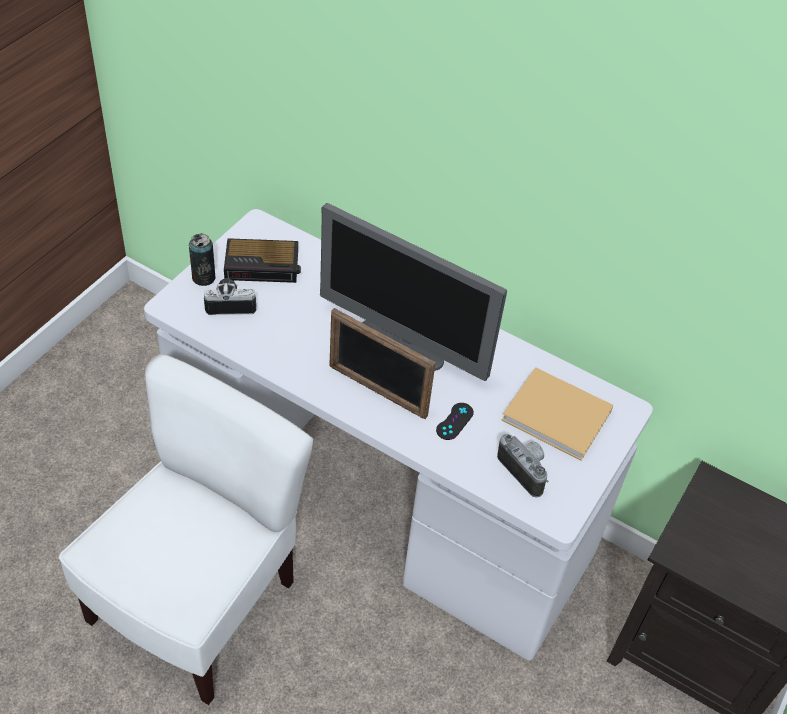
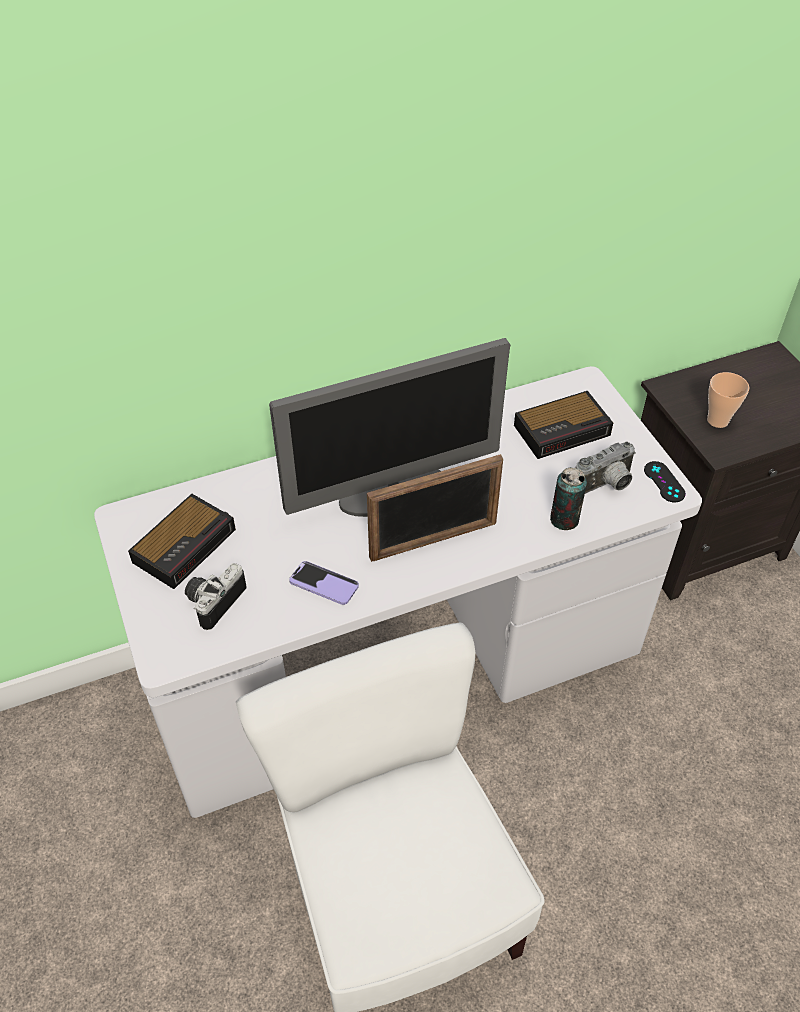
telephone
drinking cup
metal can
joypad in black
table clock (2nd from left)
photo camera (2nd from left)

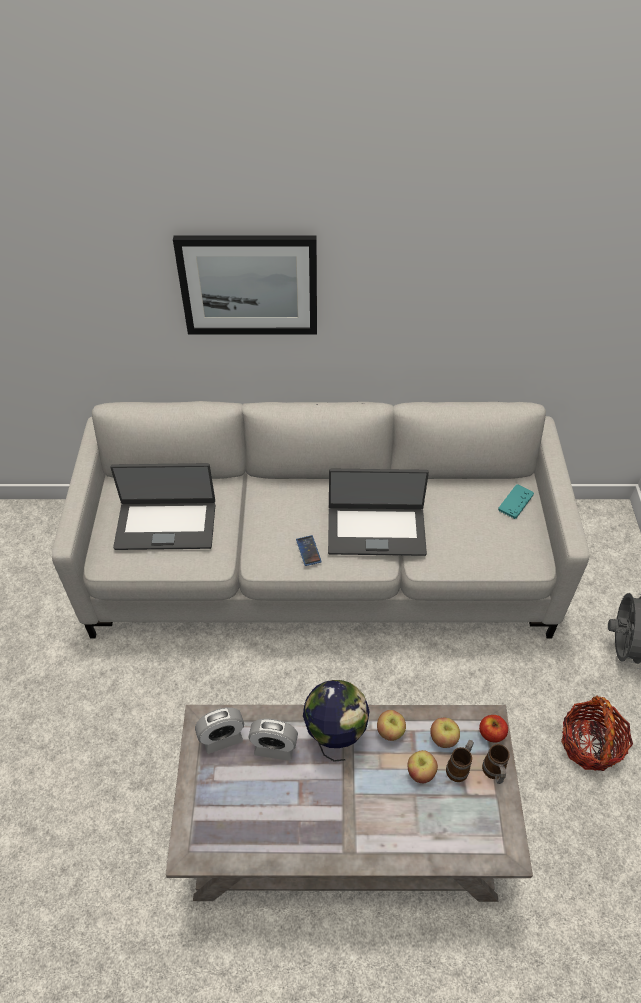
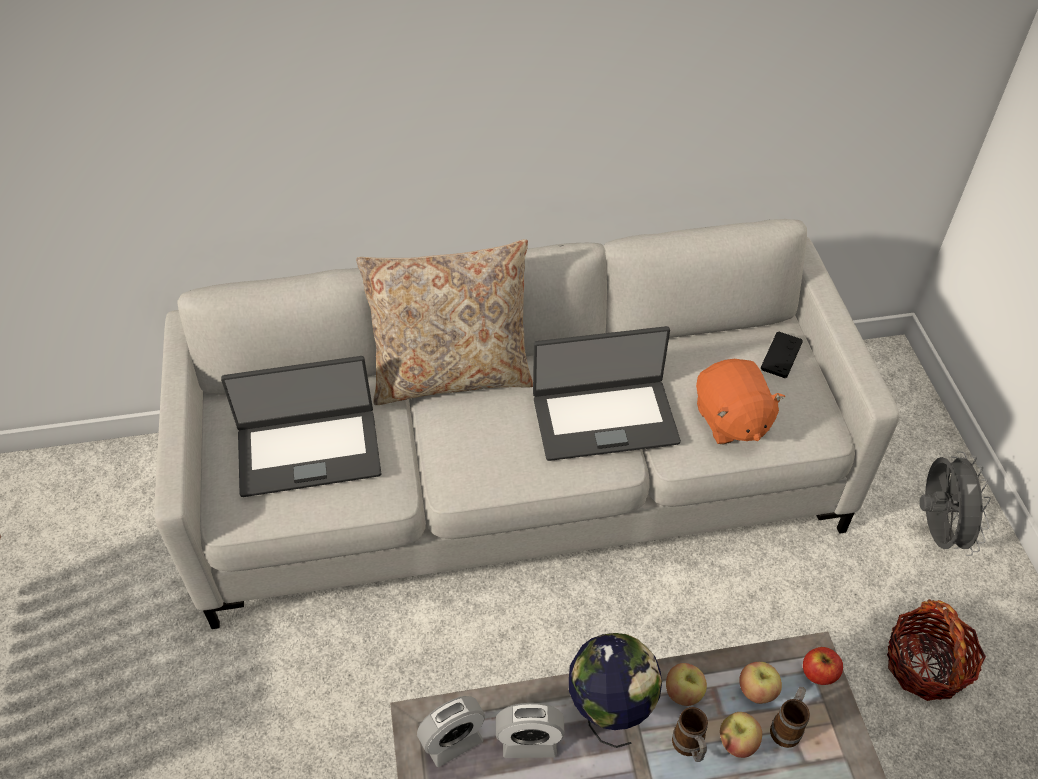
wall art
telephone
cushion in sand-coloured
soft toy in orangey
tea mug (1st from left)
joypad in black

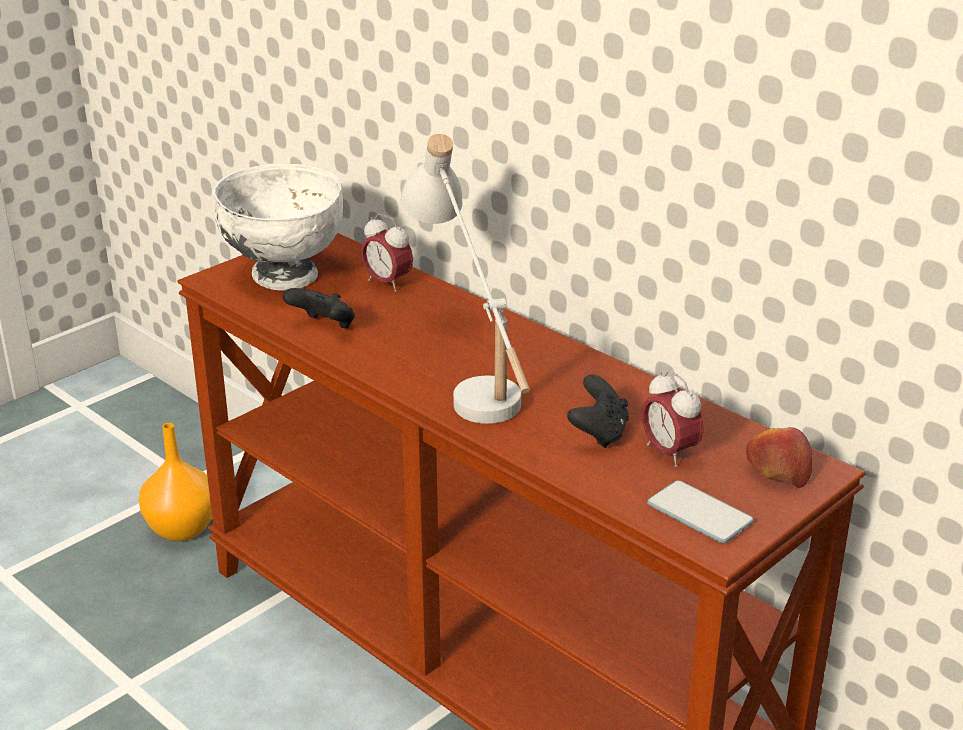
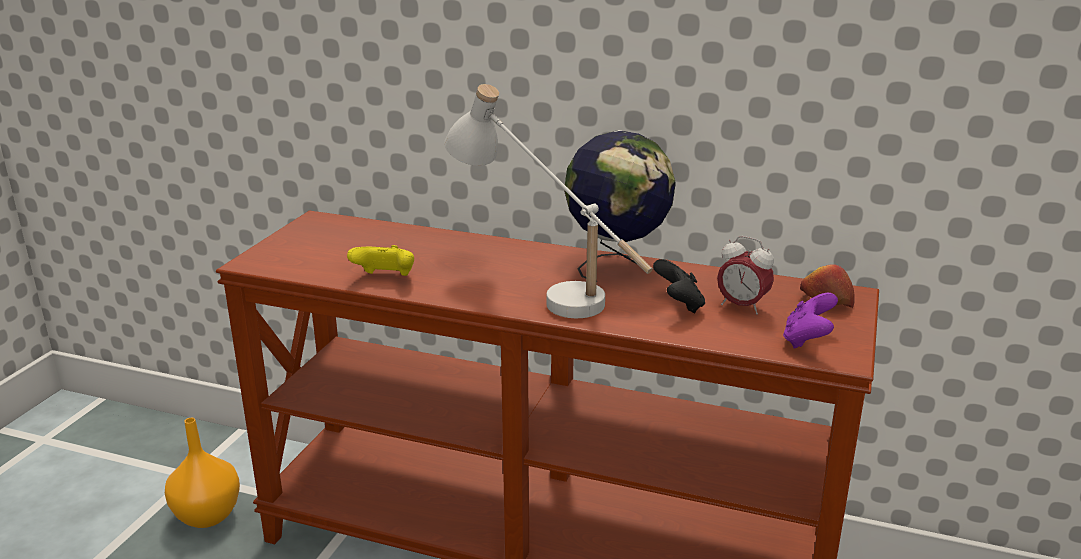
bowl in whitish
table clock (1st from left in the first image)
world globe
joypad in purple
joypad in yellowish

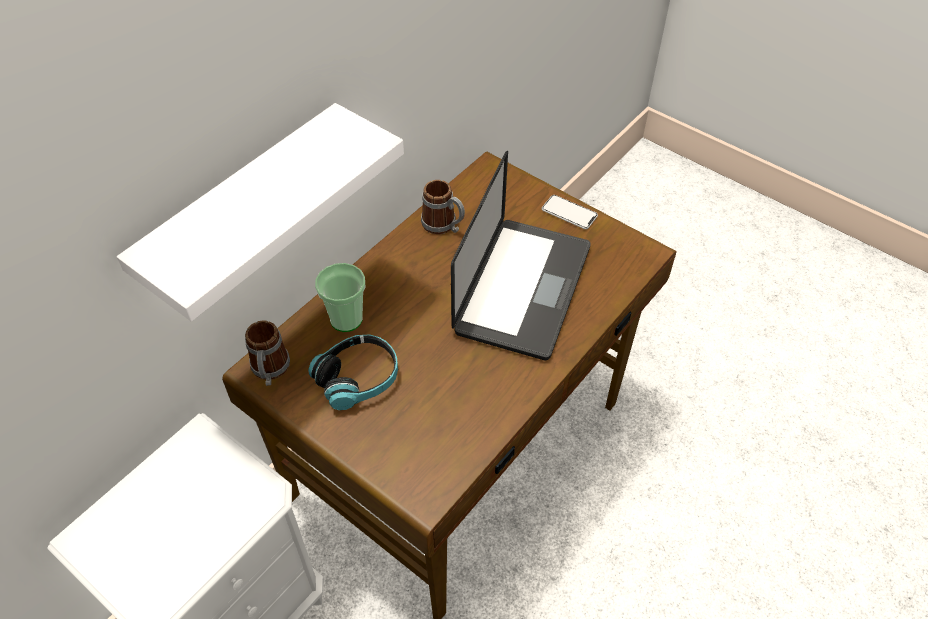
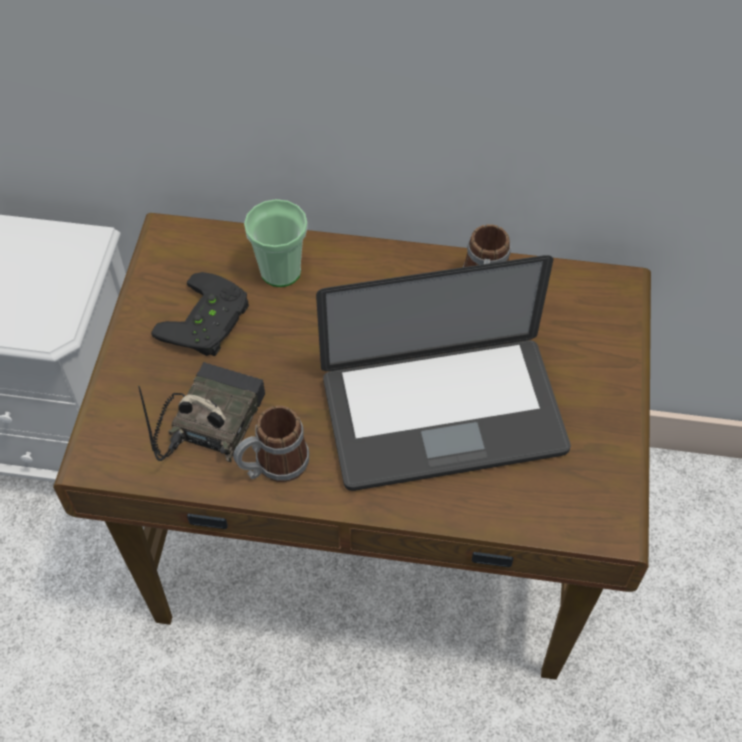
wall shelf in whitish
telephone
radio receiver
tea mug (1st from left)
joypad in black

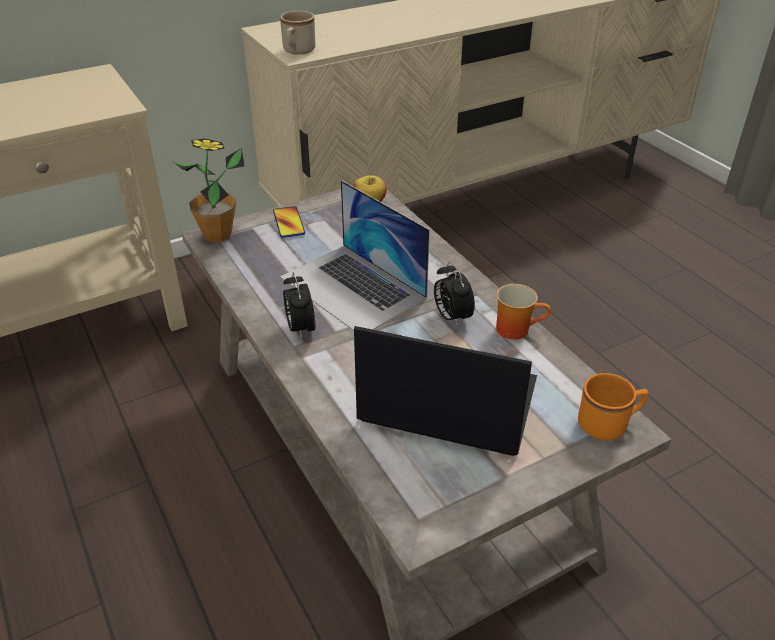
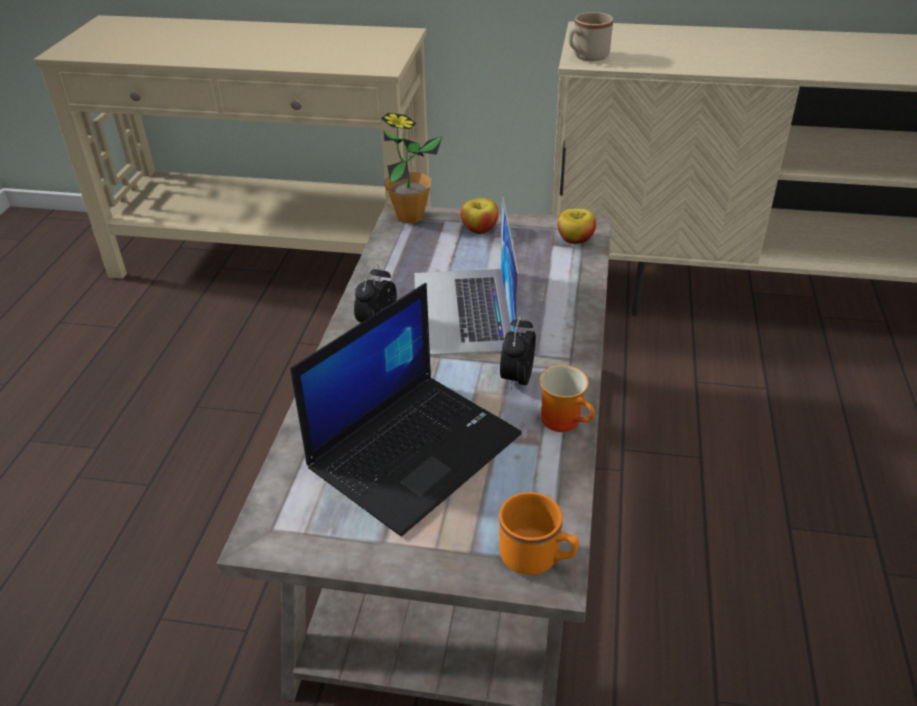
apple (1st from left)
laptop (1st from left)

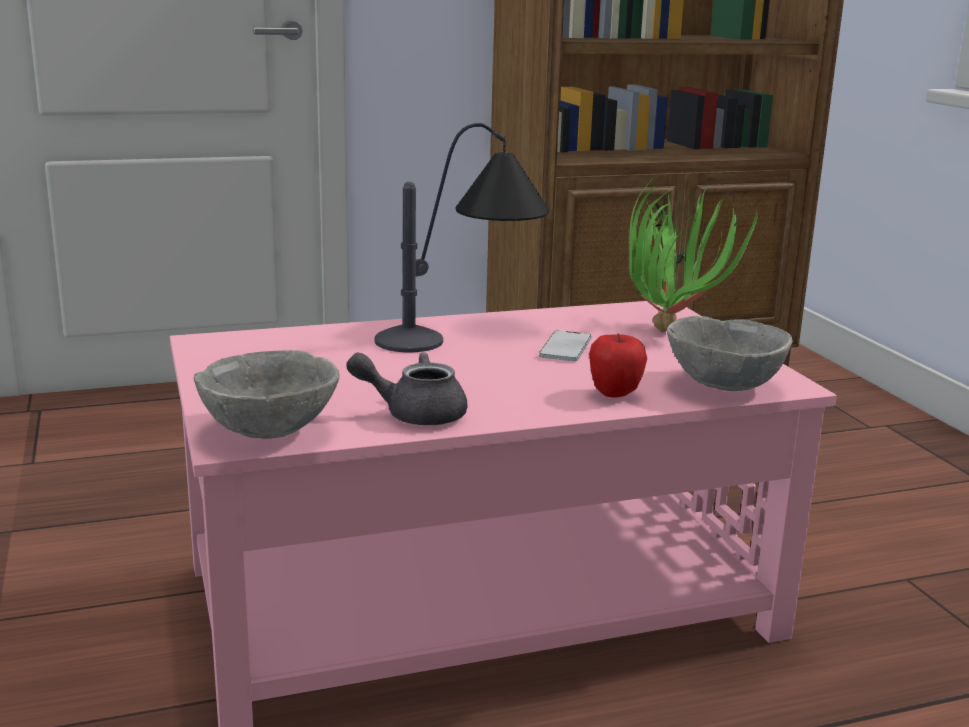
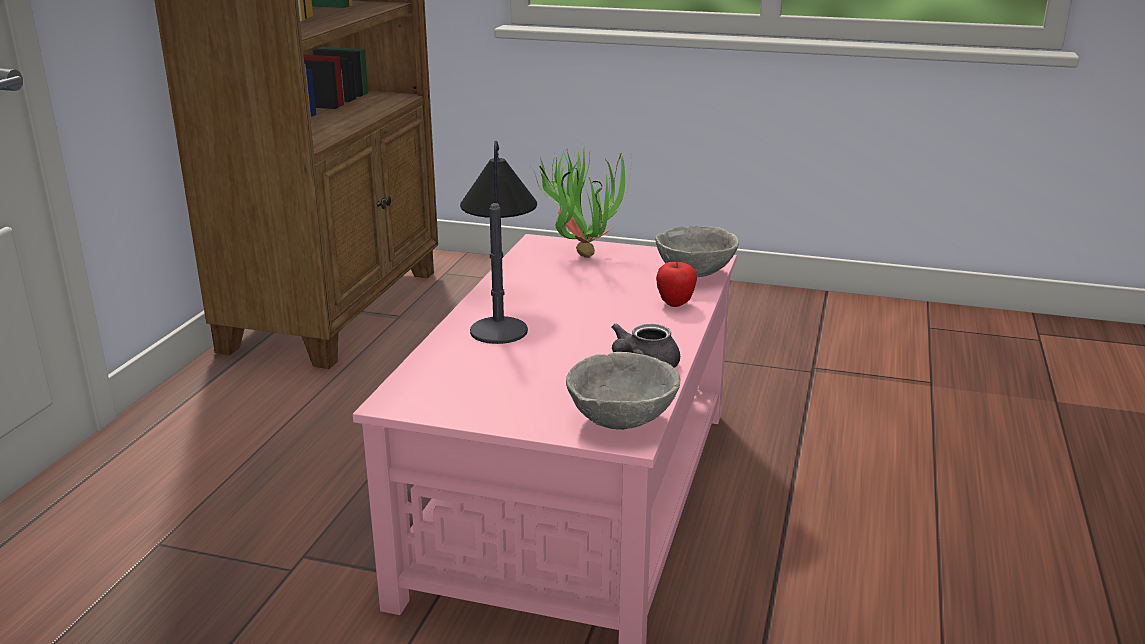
telephone

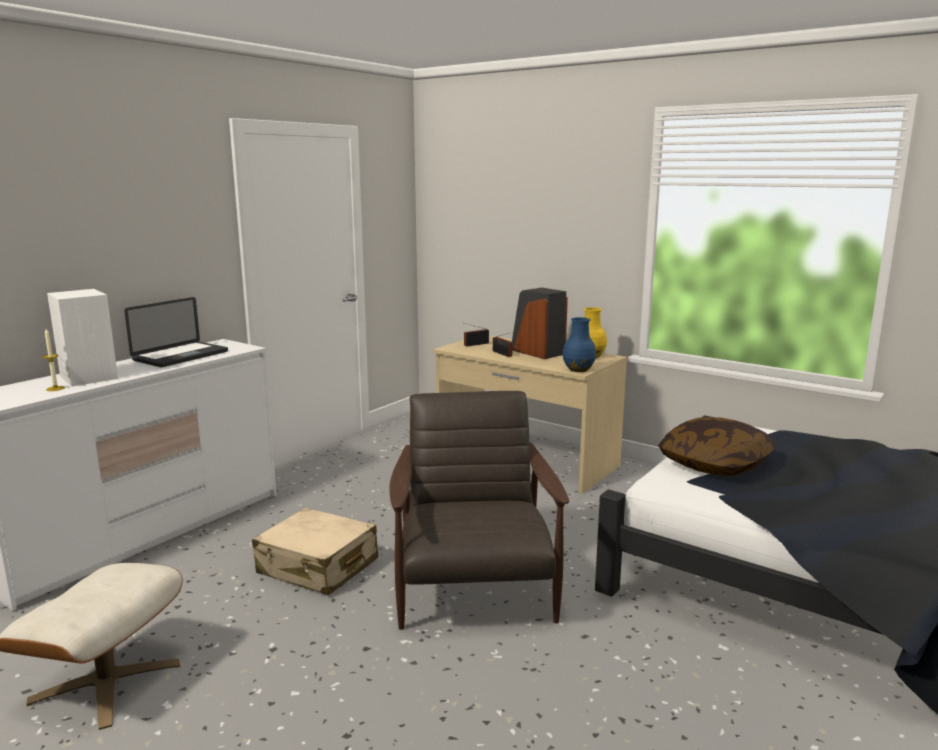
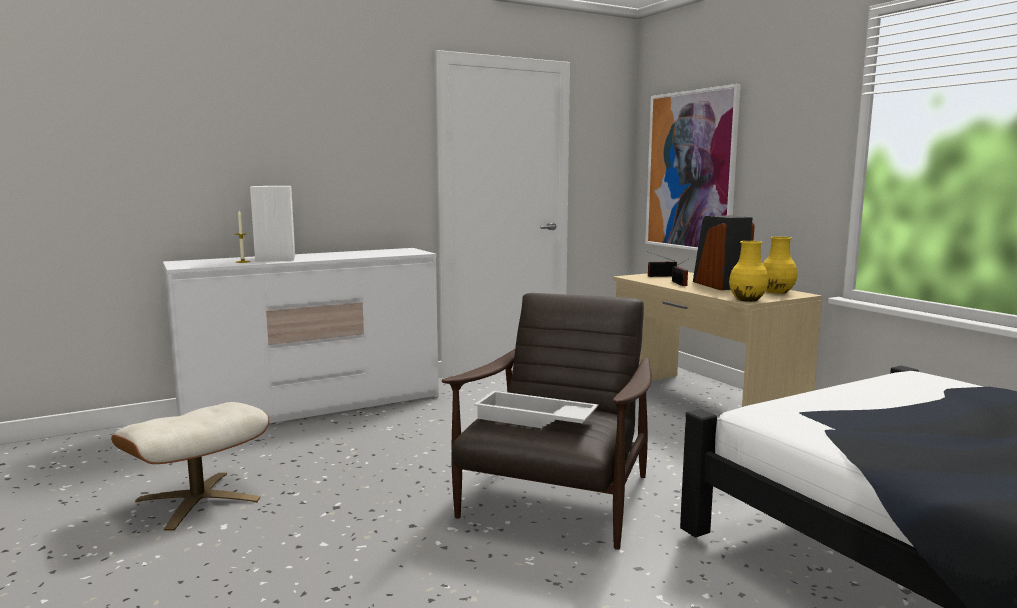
laptop
suitcase in sand-coloured
cushion
tray in whitish
wall art
flower vase in yellowish (1st from left)

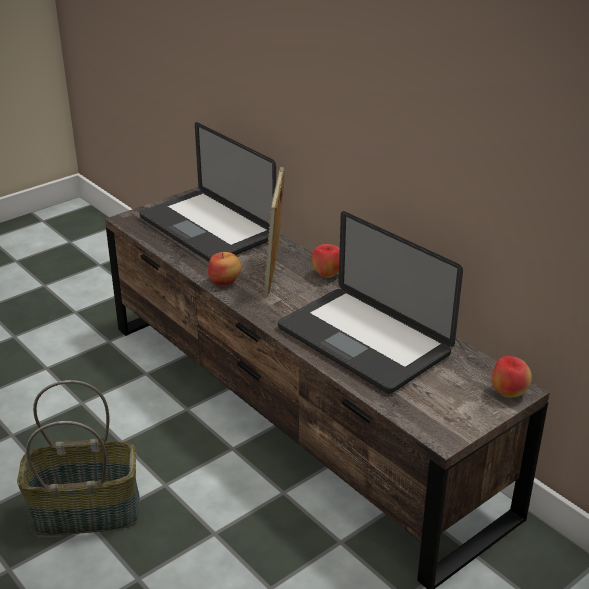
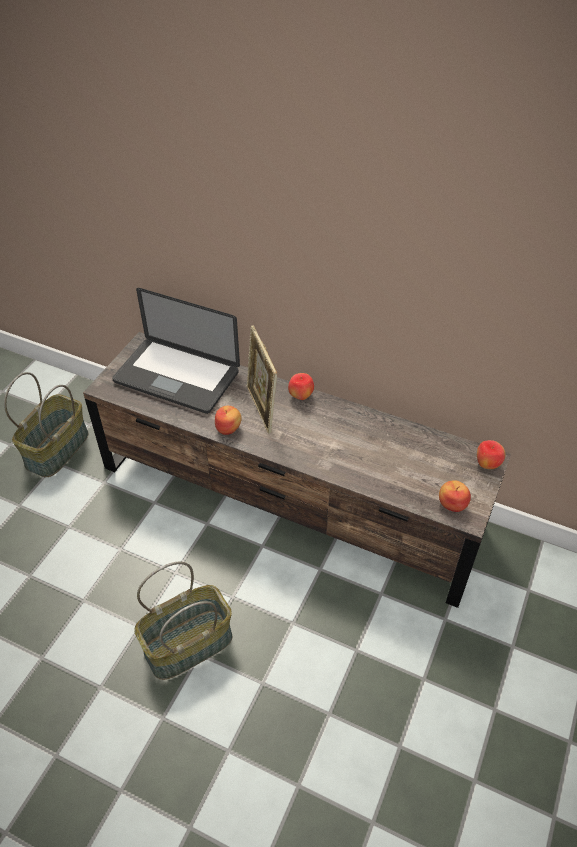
laptop (2nd from left in the first image)
household basket (1st from left)
apple (3rd from left)

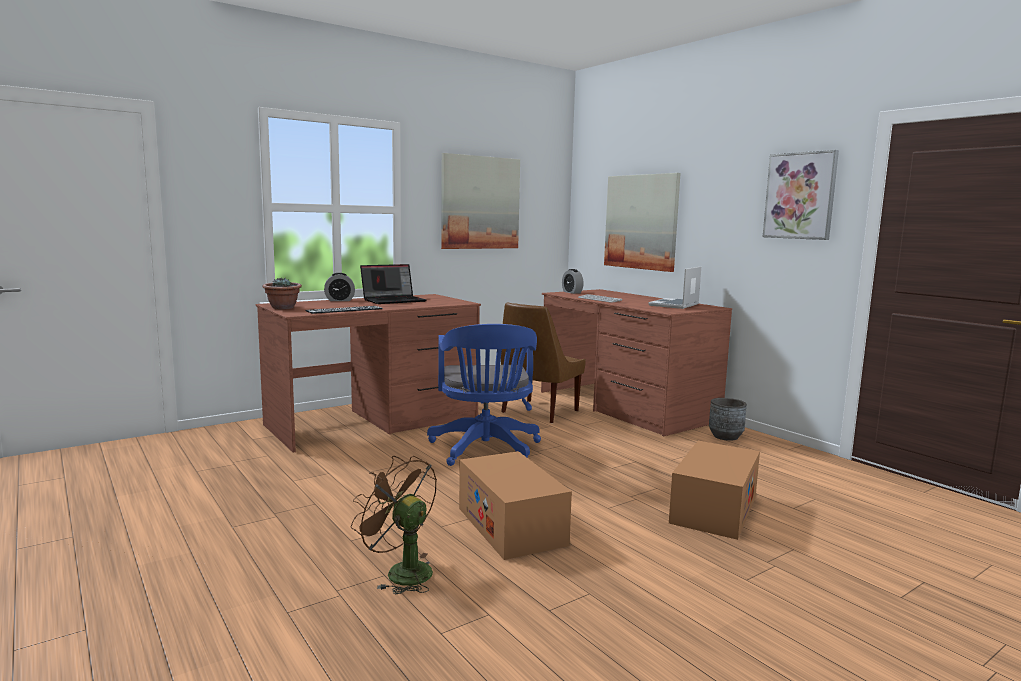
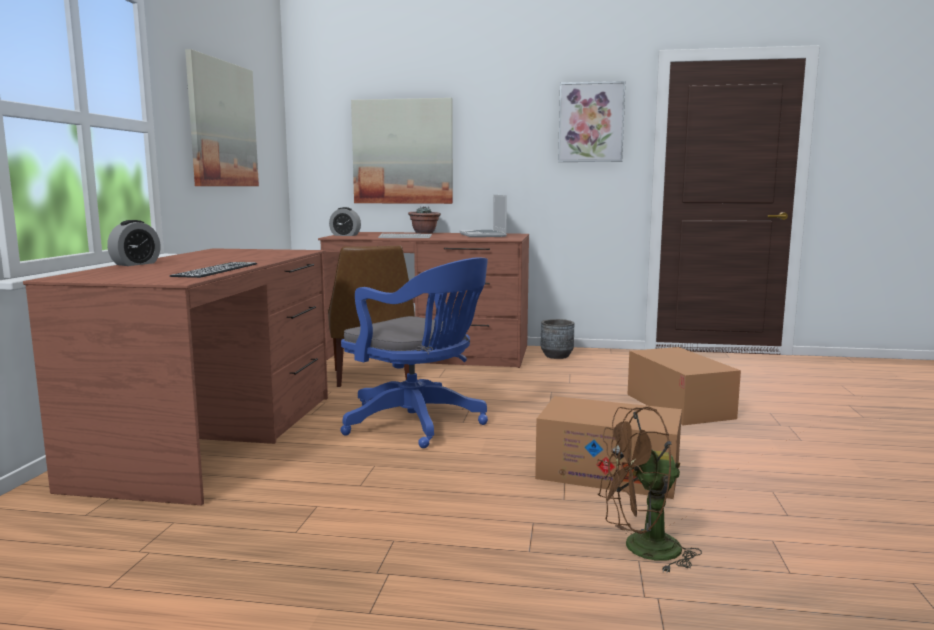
laptop (1st from left in the first image)
plant in a pot

